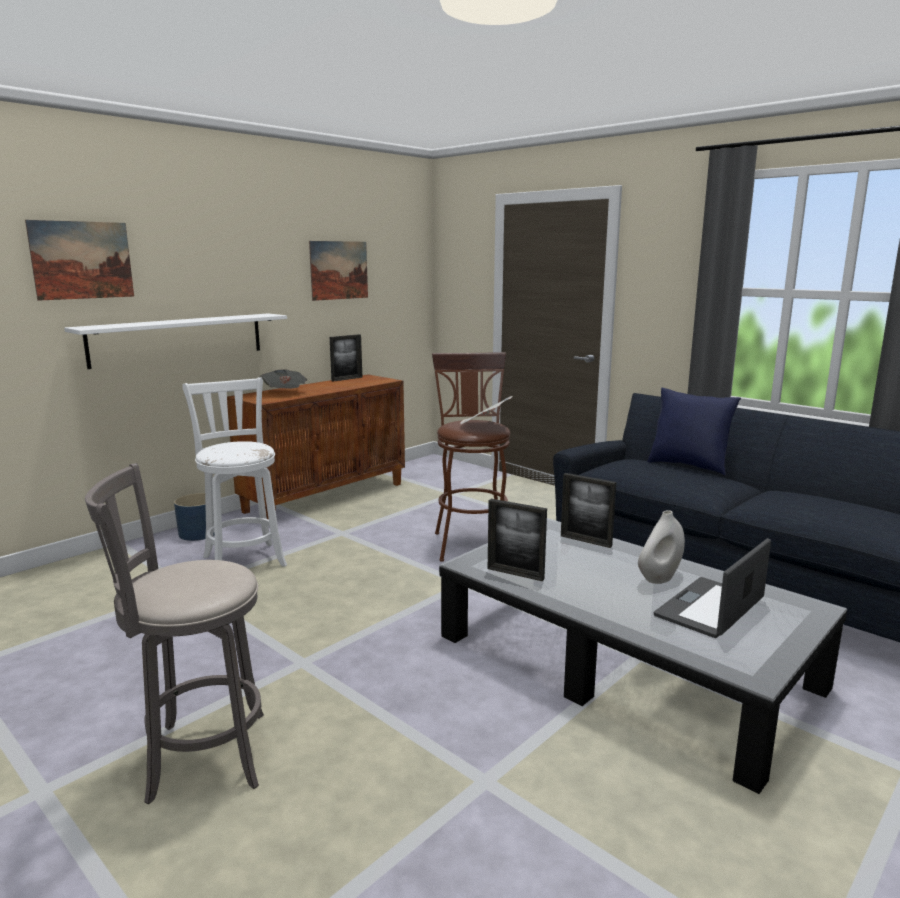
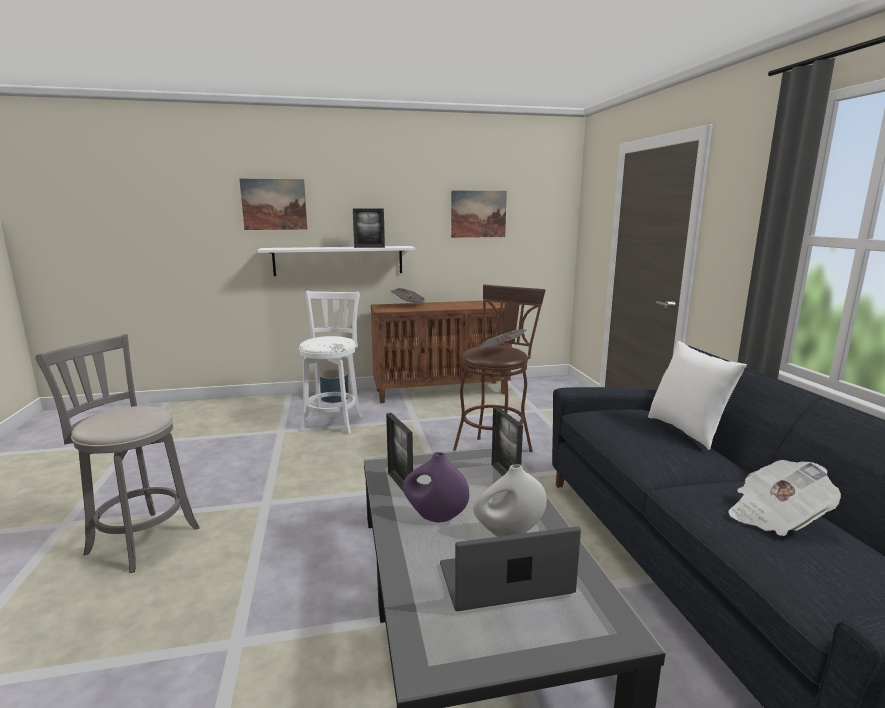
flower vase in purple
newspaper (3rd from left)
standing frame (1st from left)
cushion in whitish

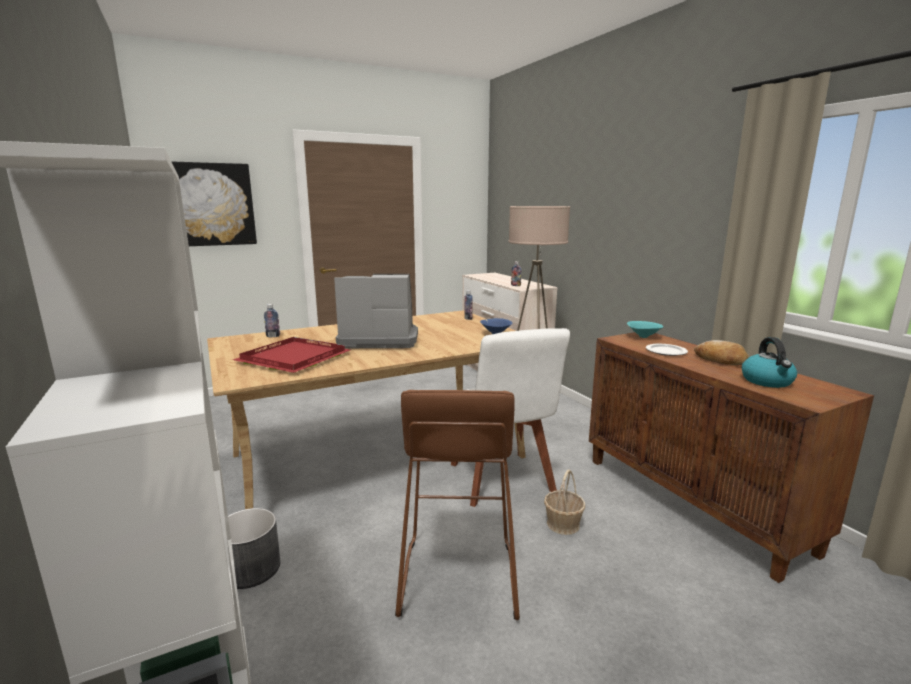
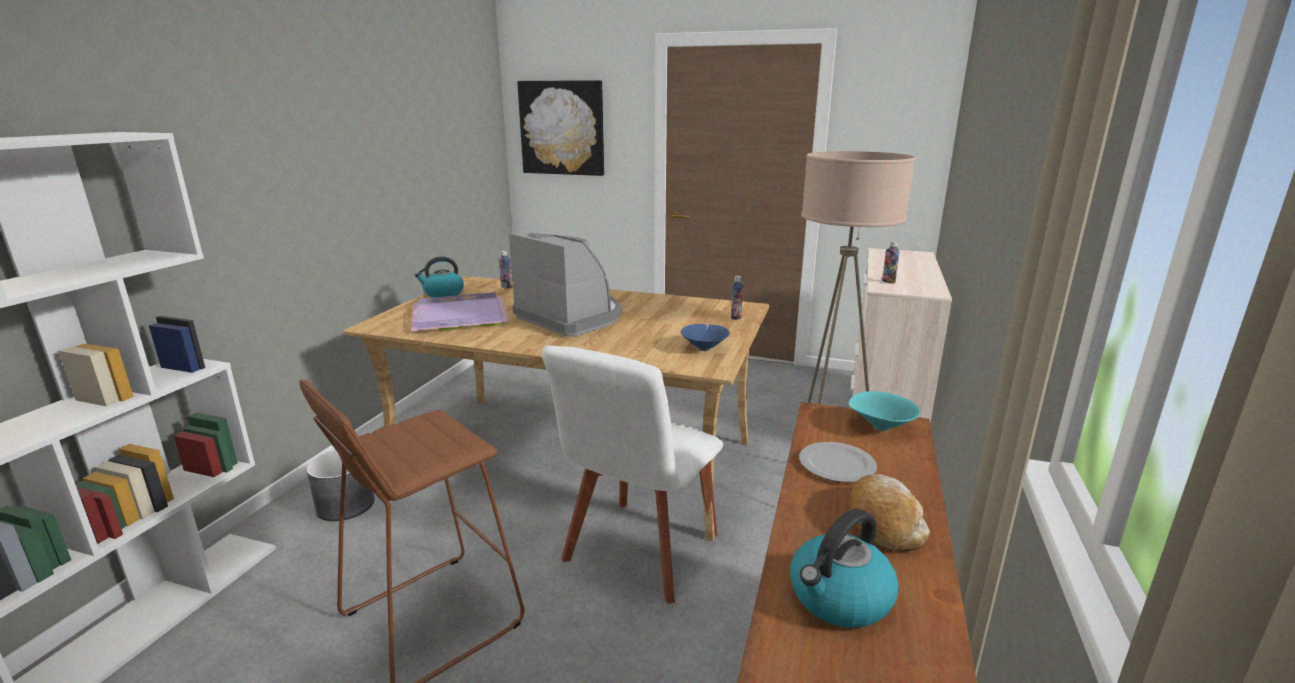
household basket
water kettle (1st from left)
tray in purple

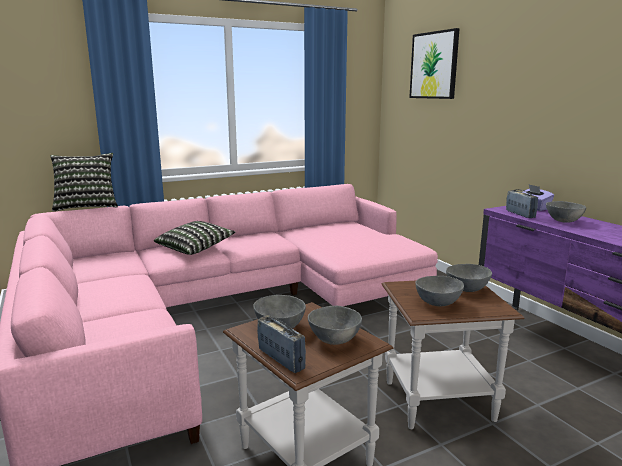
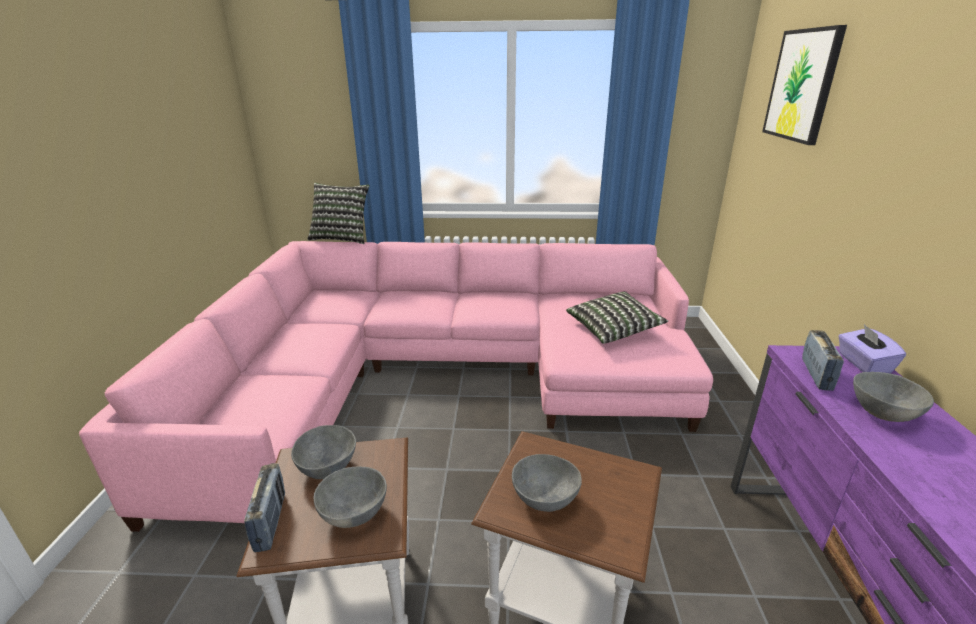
bowl in grey (4th from left in the first image)
cushion (2nd from left)

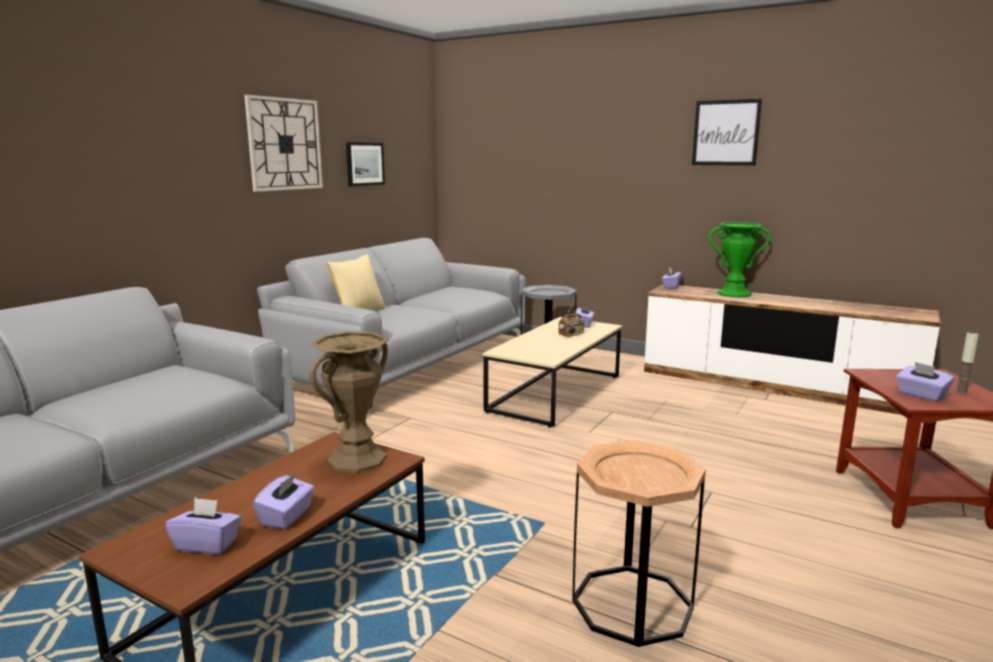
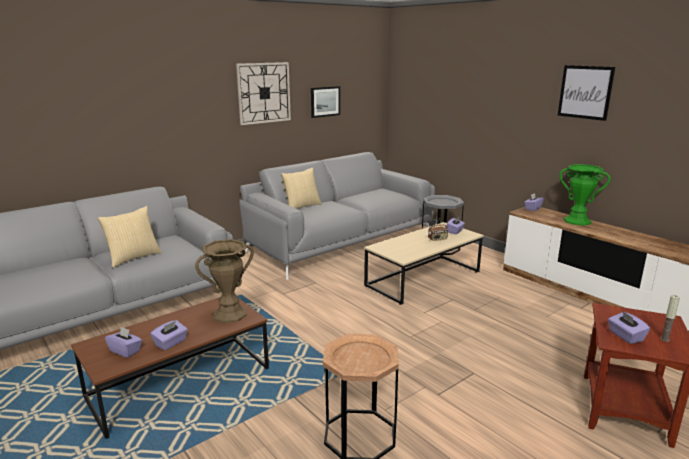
cushion (1st from left)

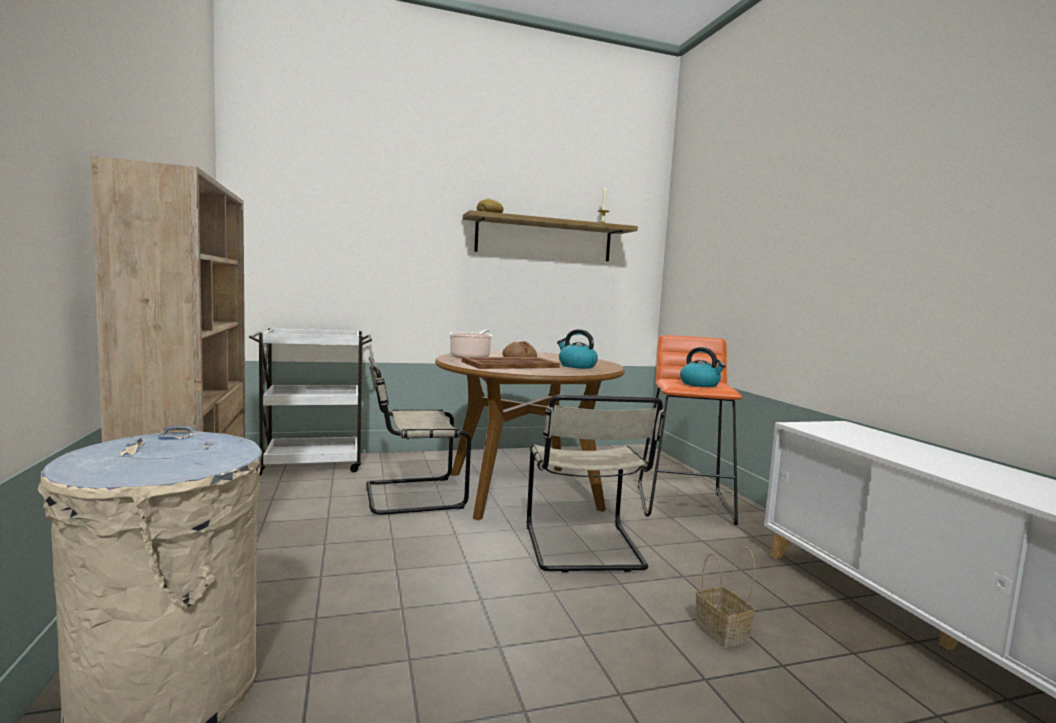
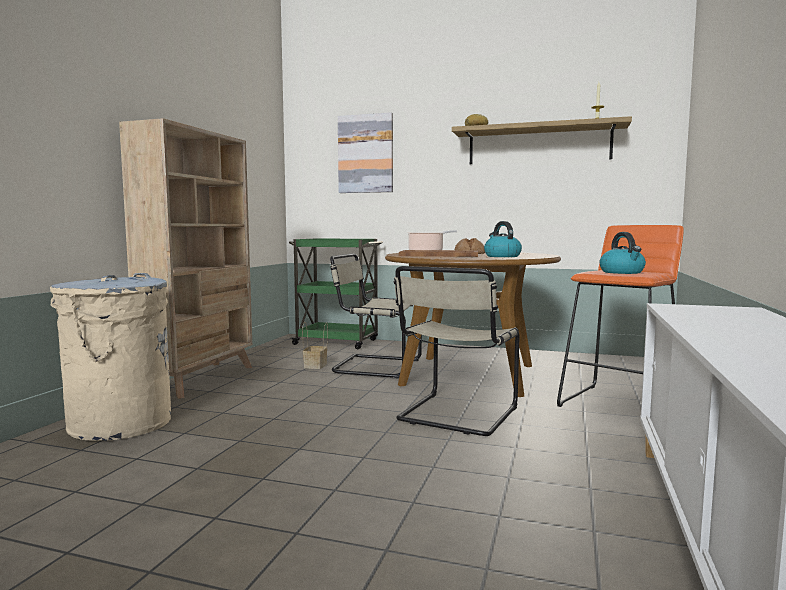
wall art
household basket
trolley in green

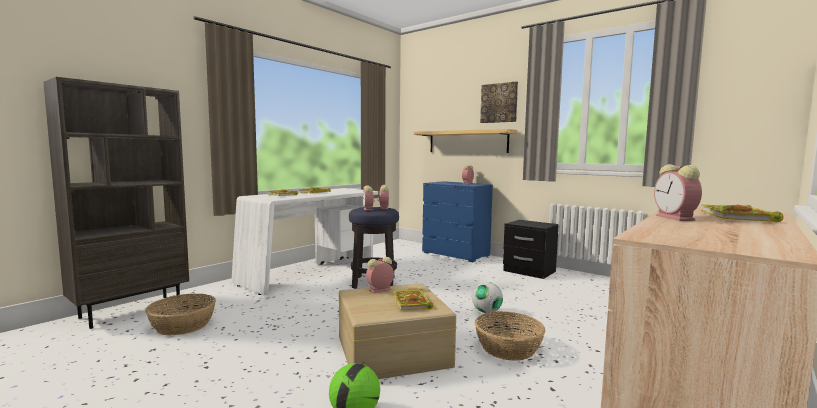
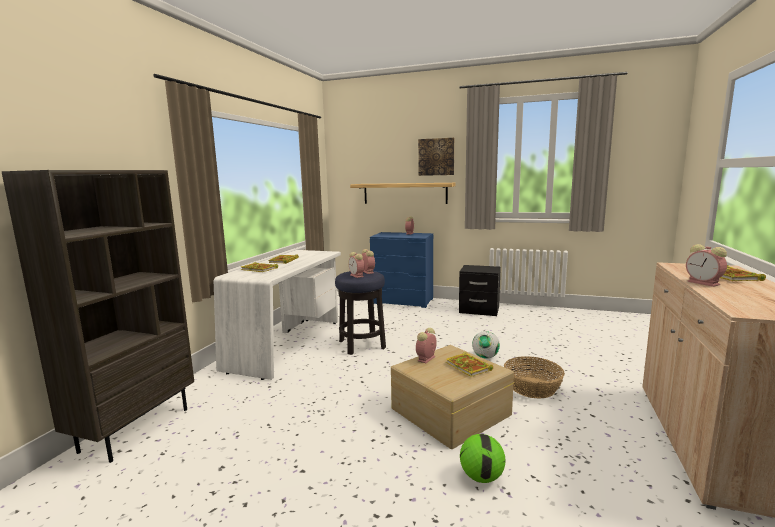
household basket (1st from left in the first image)

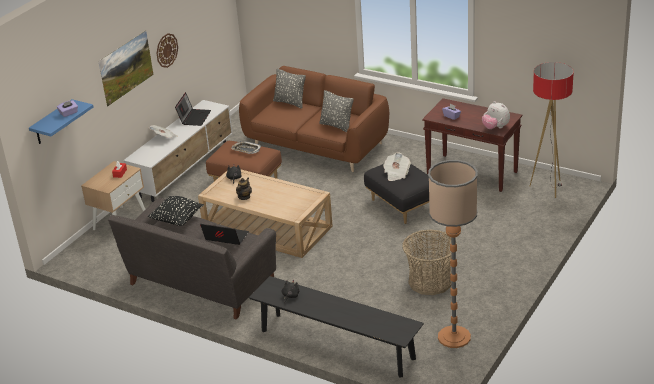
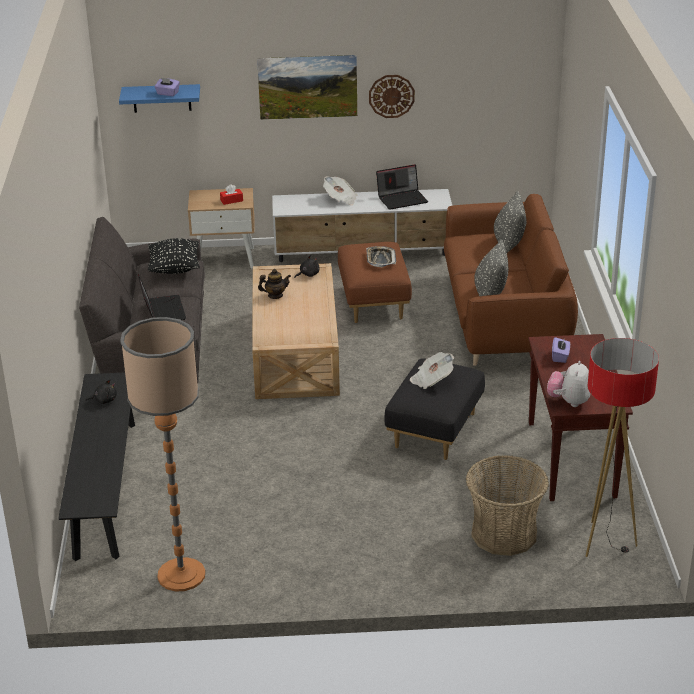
household basket

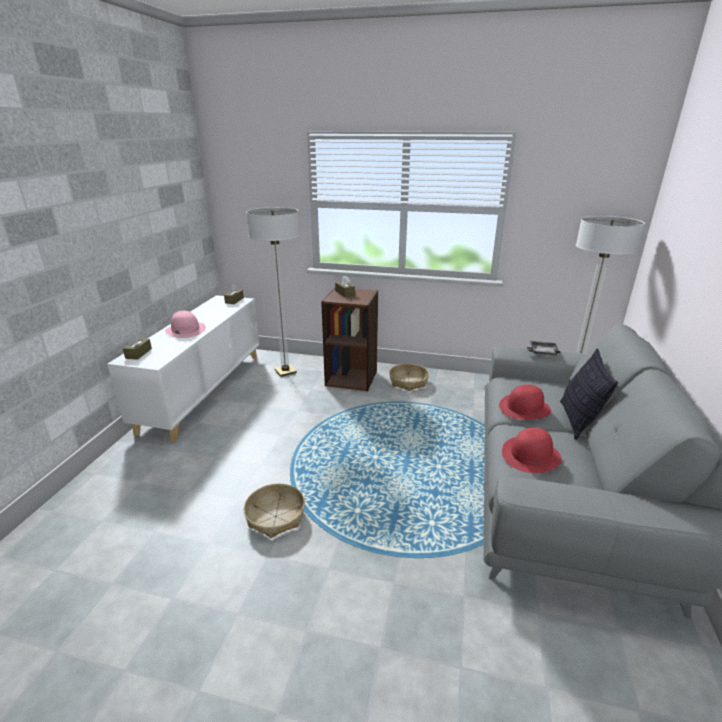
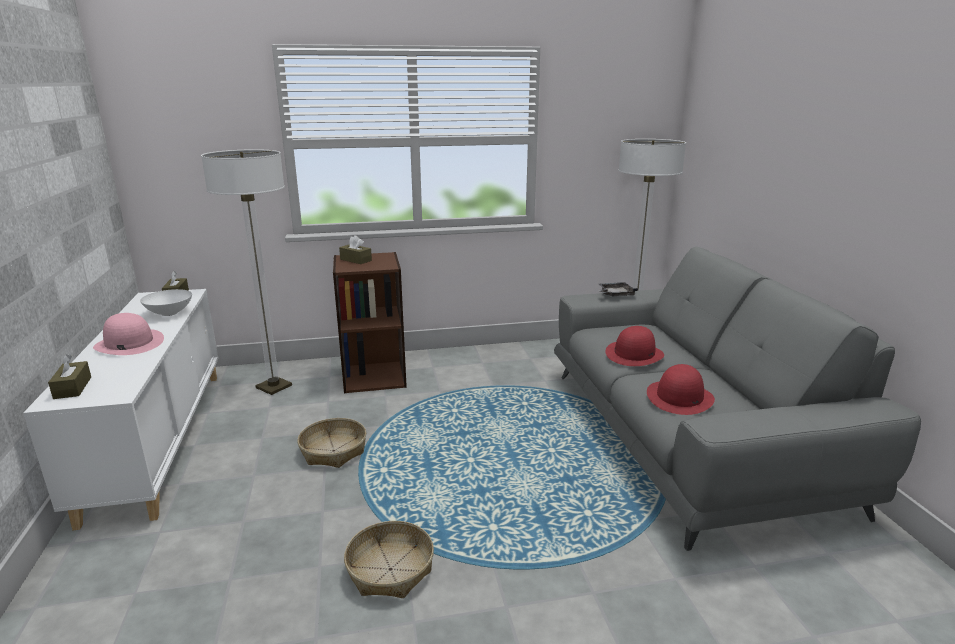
cushion
bowl in whitish
household basket (1st from left)

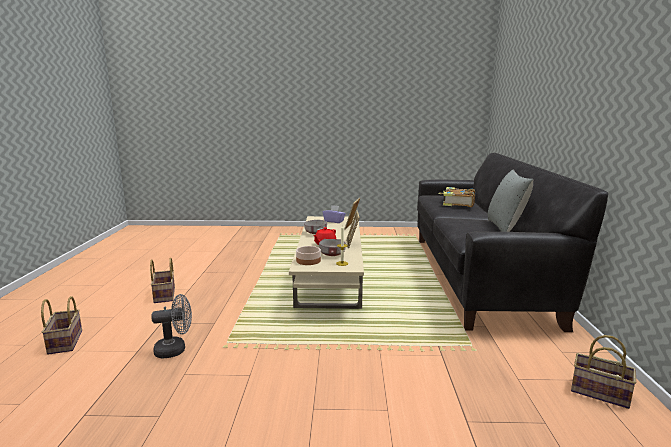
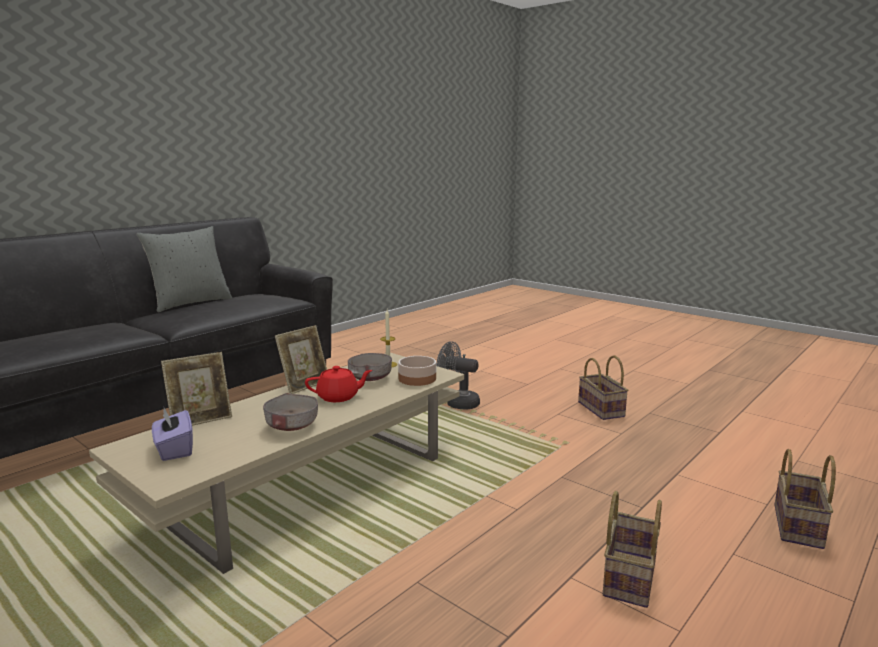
book
cooling fan in grey
household basket (1st from left)

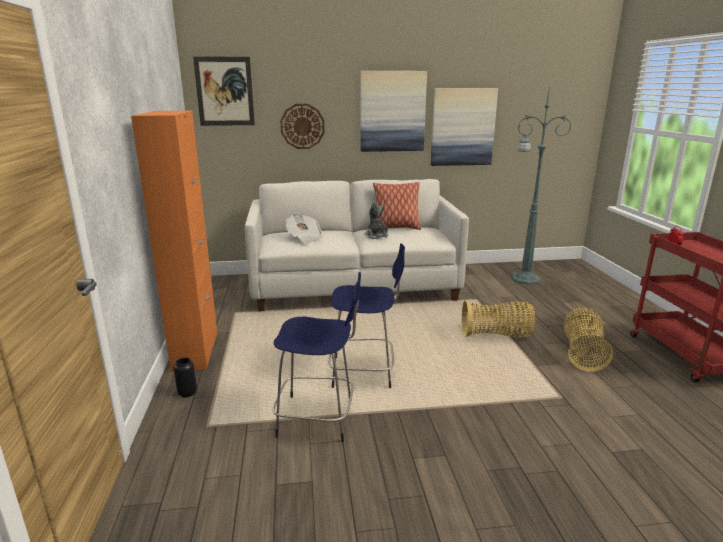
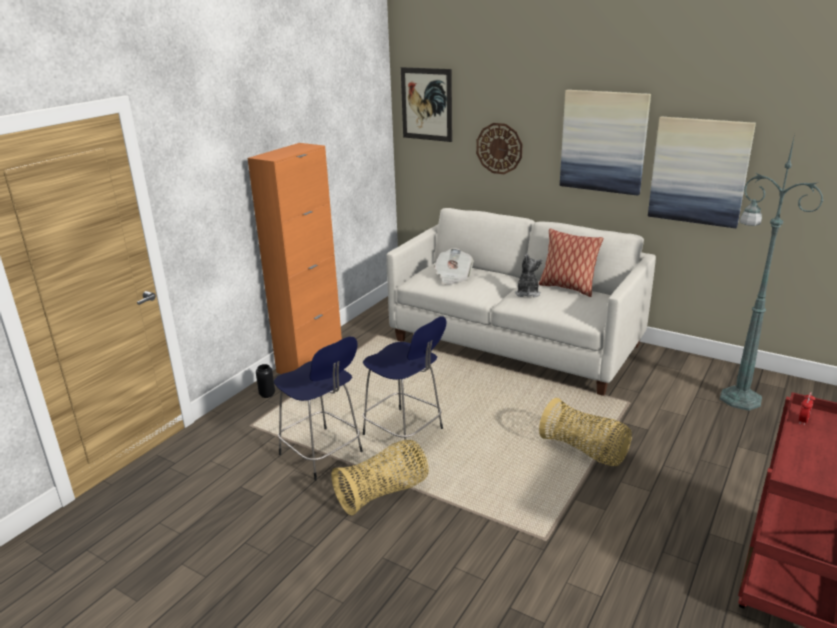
household basket (1st from left)

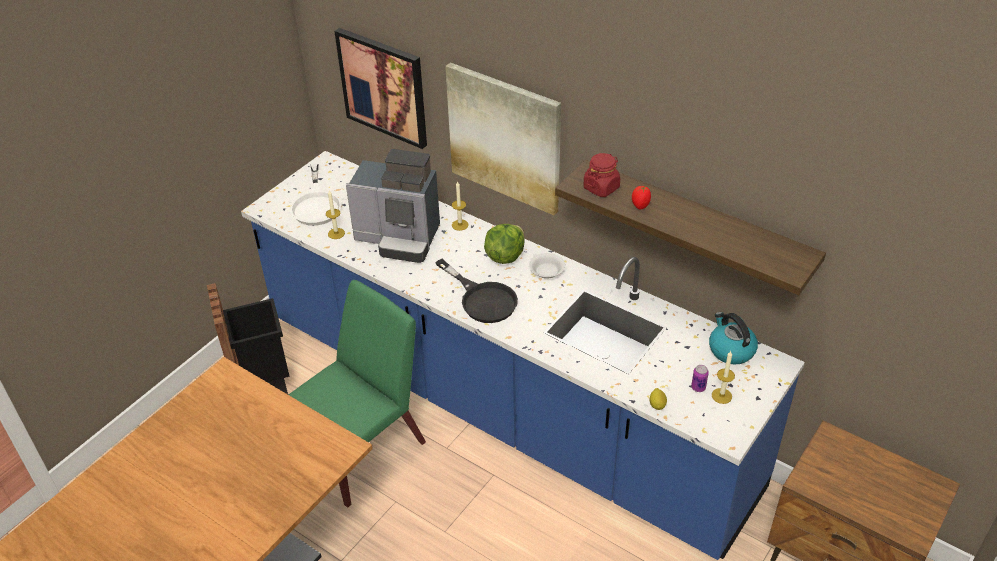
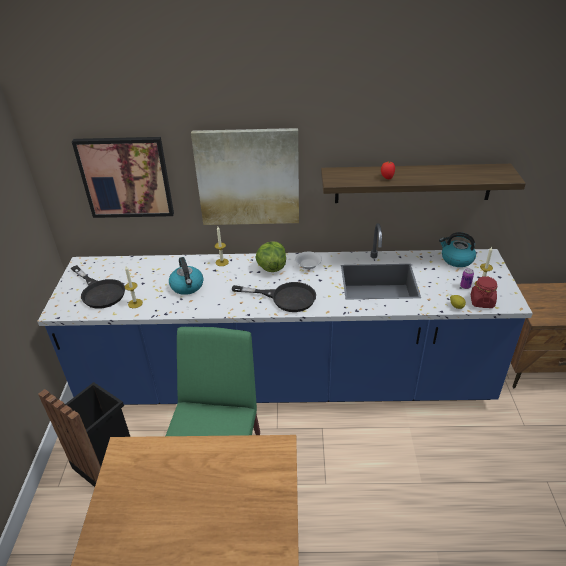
storage jar in red-coloured
water kettle (1st from left)
pan in black (1st from left)

